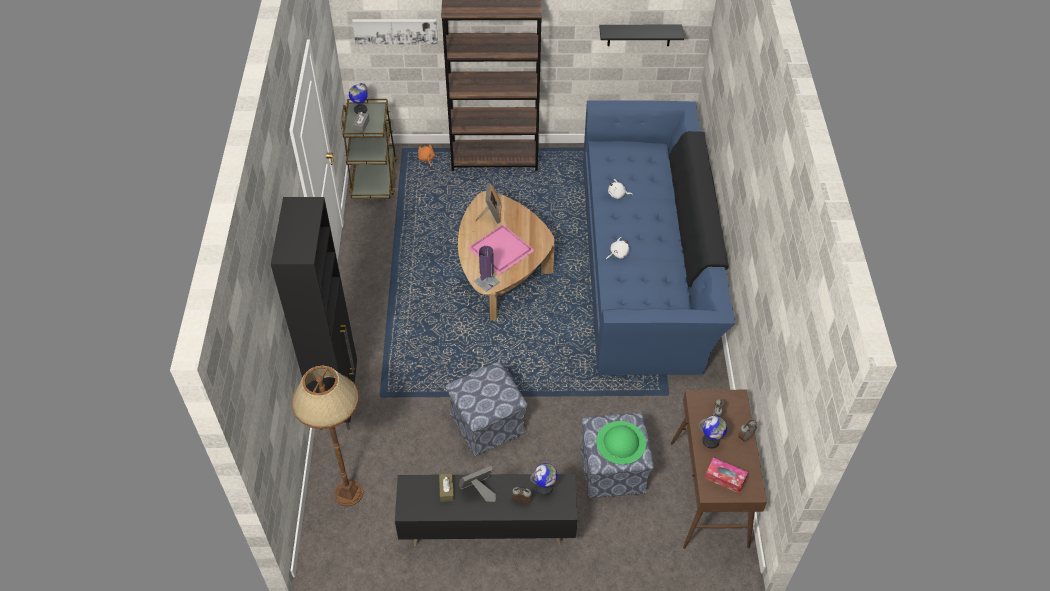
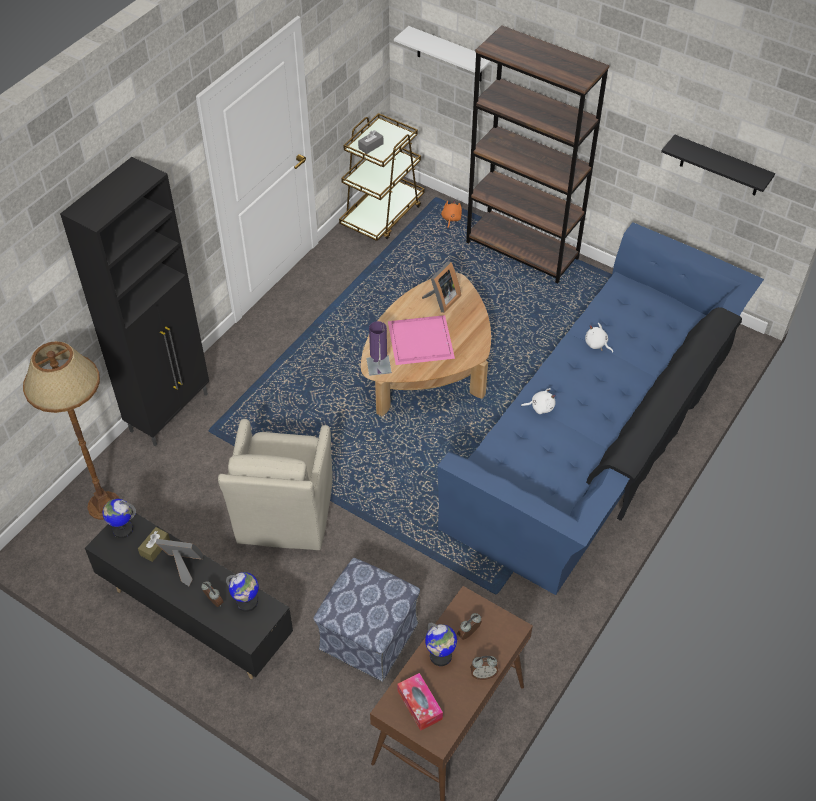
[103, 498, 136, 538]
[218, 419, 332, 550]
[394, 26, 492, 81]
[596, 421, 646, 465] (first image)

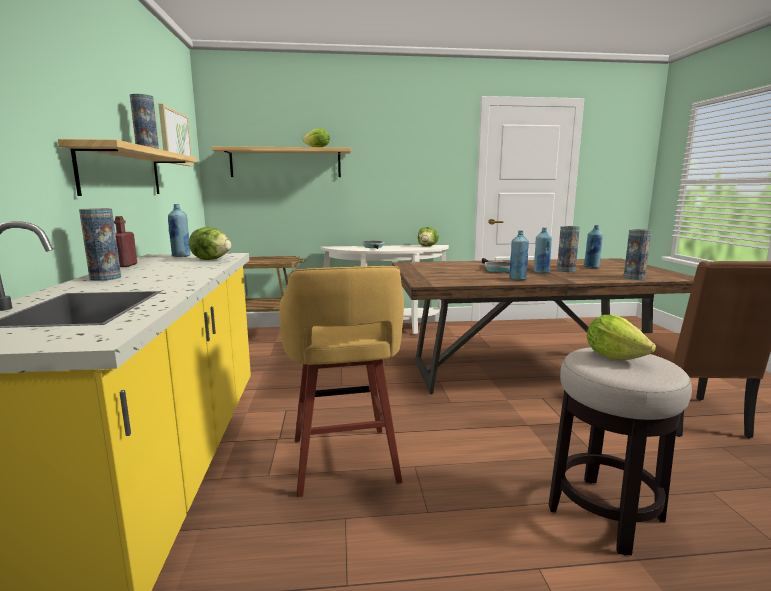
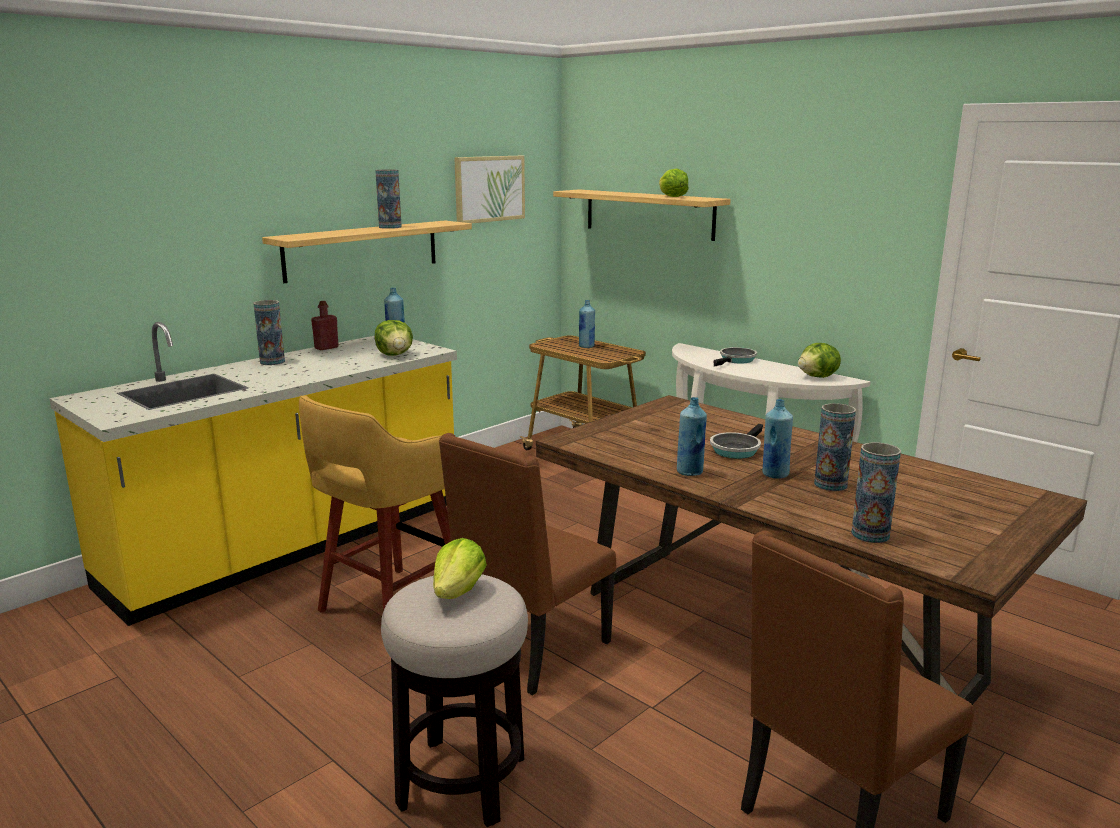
[439, 433, 616, 695]
[579, 300, 595, 348]

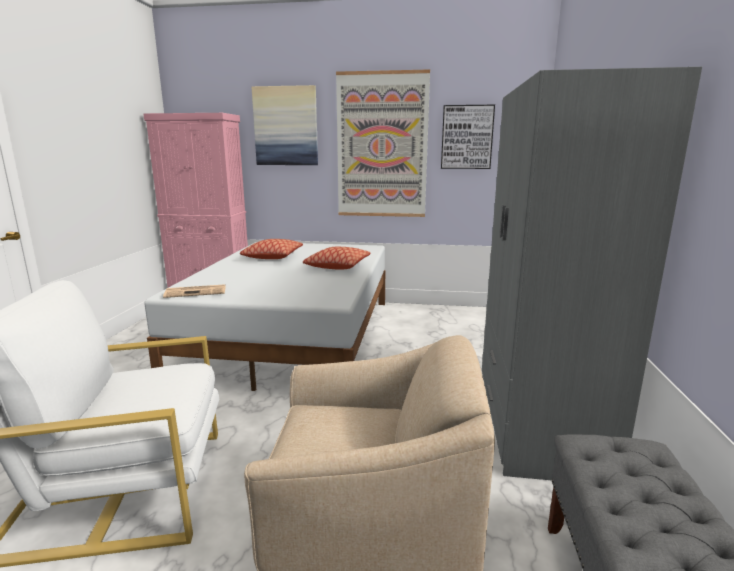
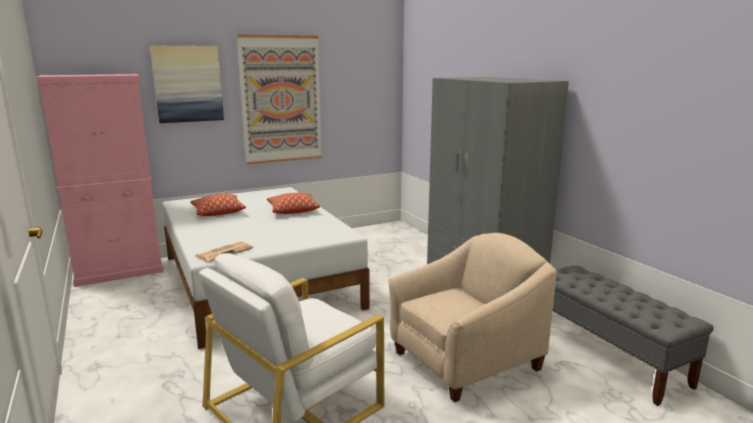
[441, 105, 495, 169] (first image)

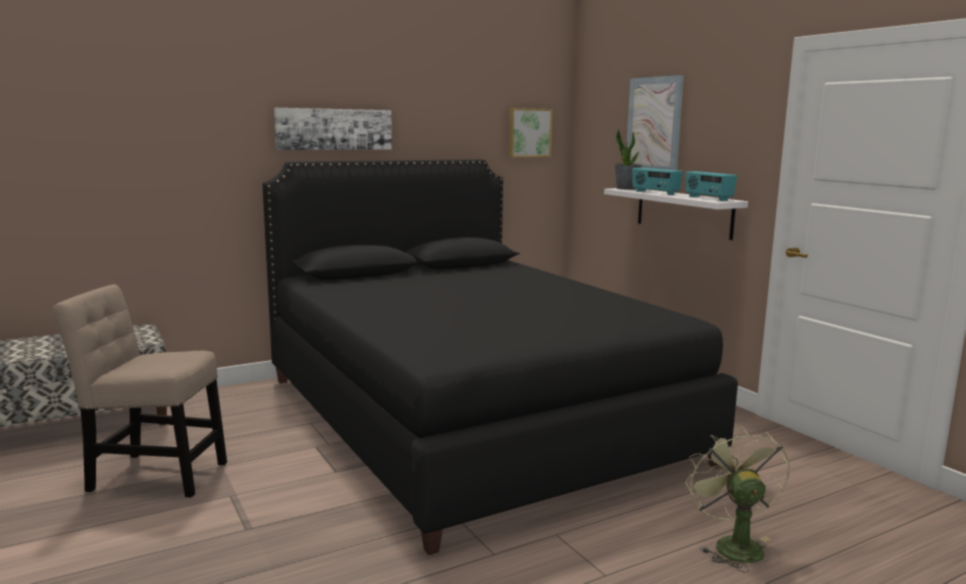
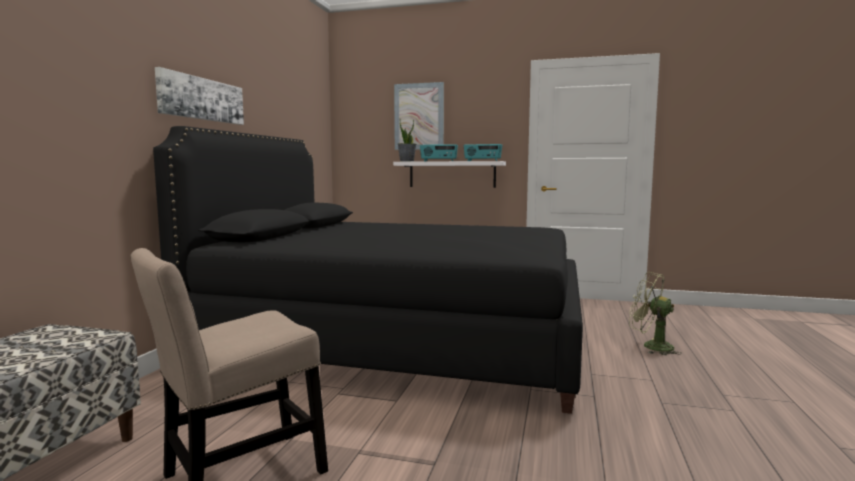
[509, 108, 553, 157] (first image)

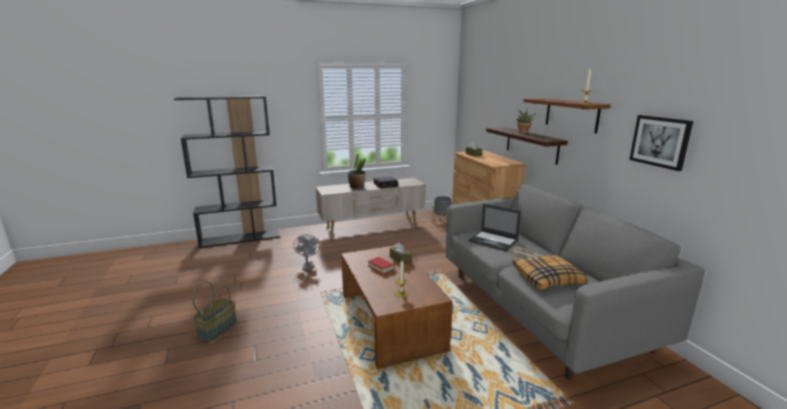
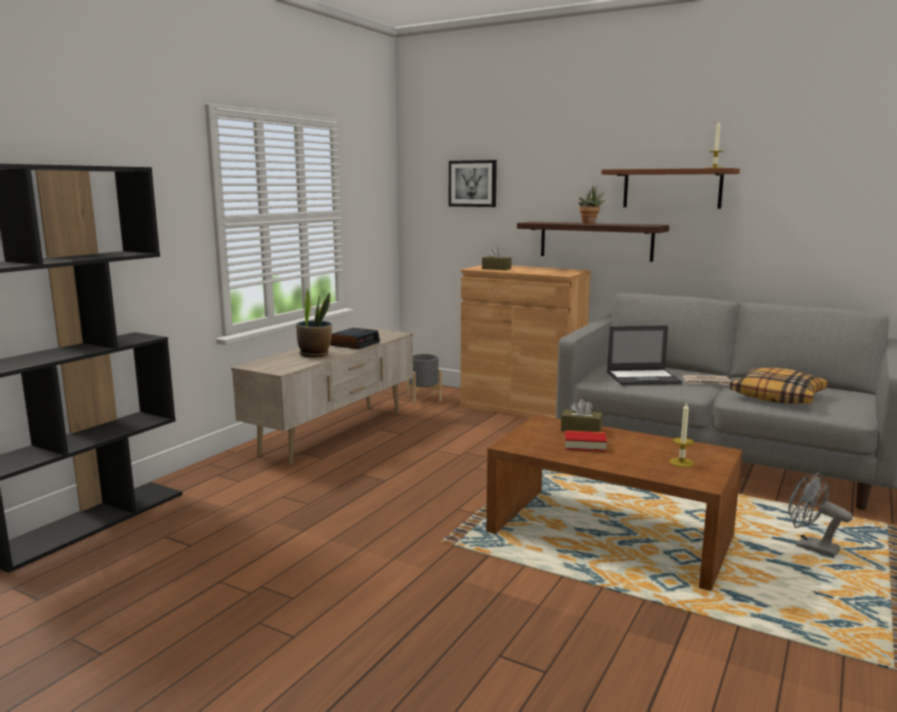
[449, 160, 497, 207]
[788, 472, 853, 558]
[192, 281, 237, 342] (first image)

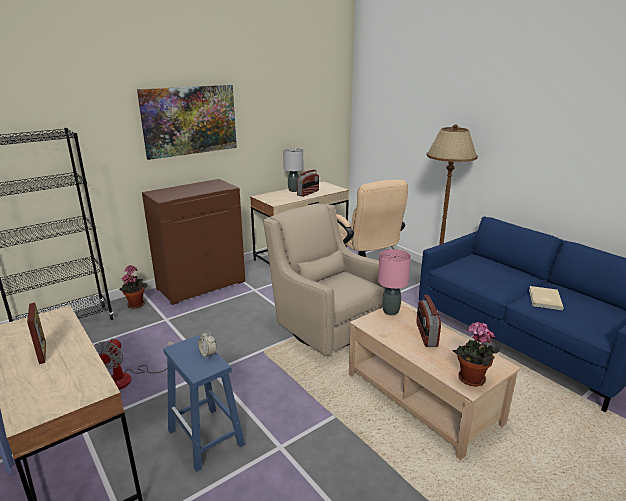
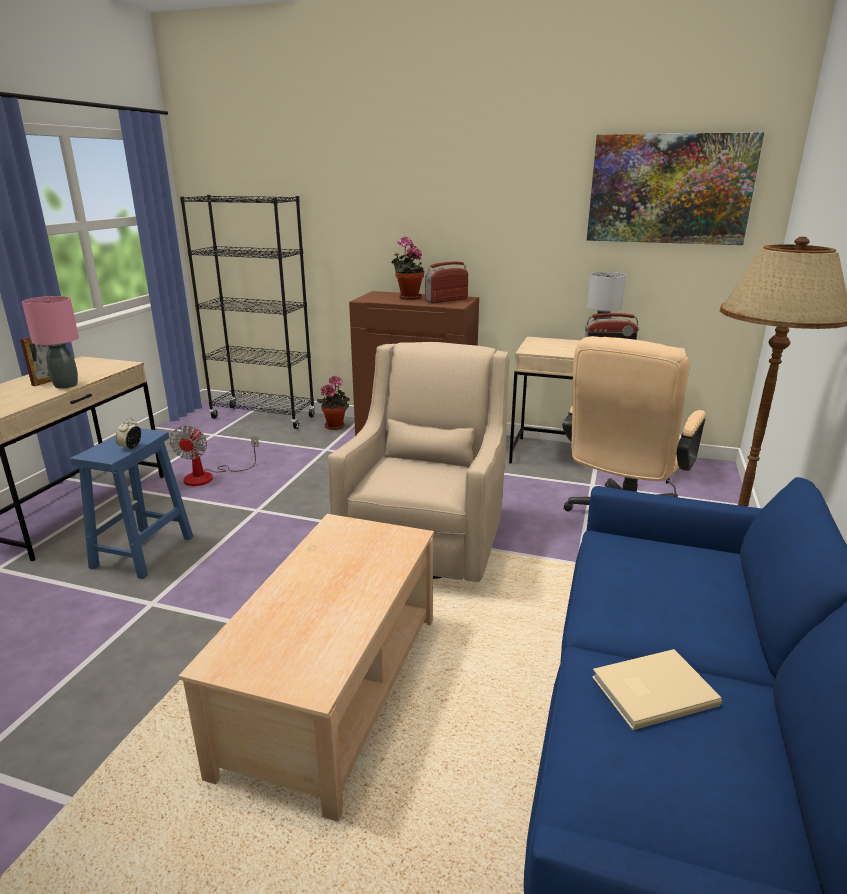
[22, 296, 79, 389]
[170, 426, 259, 486]
[391, 237, 424, 300]
[425, 262, 468, 303]
[587, 132, 764, 245]

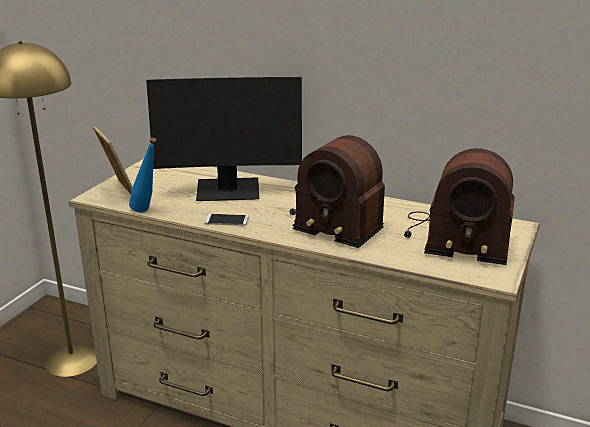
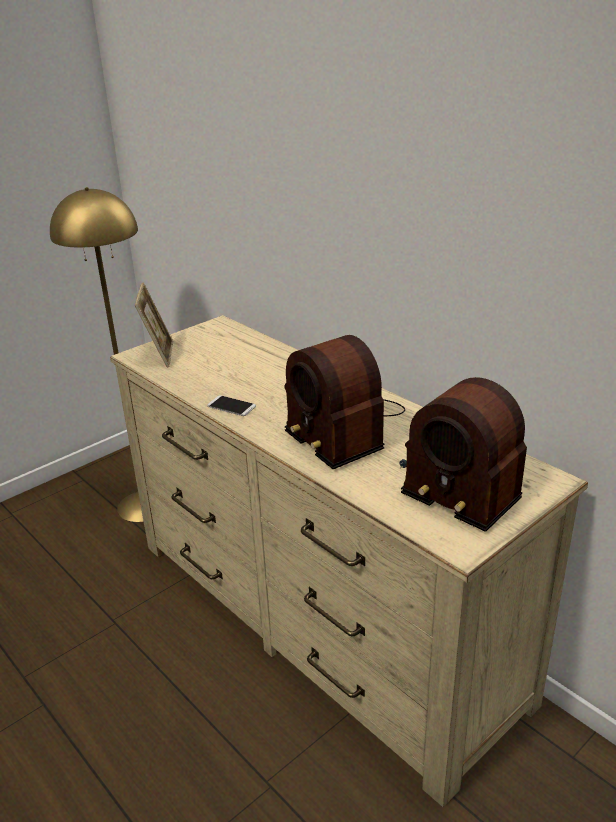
[129, 138, 156, 212] (first image)
[146, 77, 302, 201] (first image)

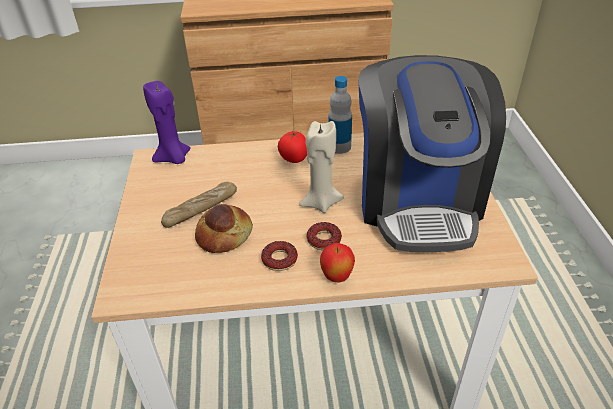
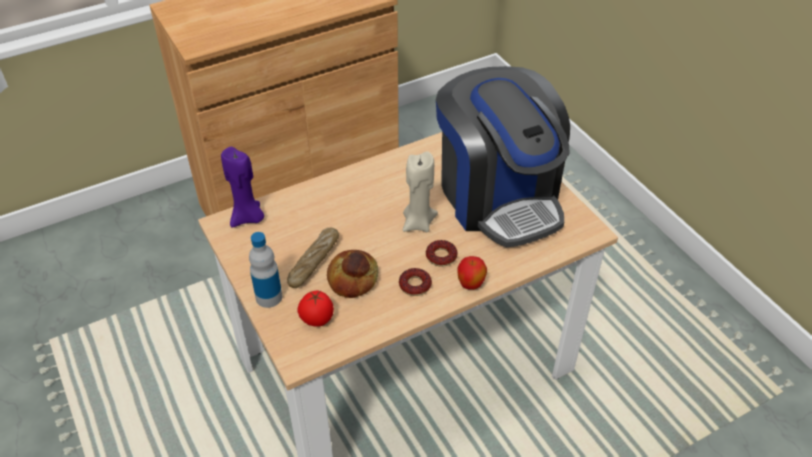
[249, 232, 282, 308]
[298, 291, 334, 327]

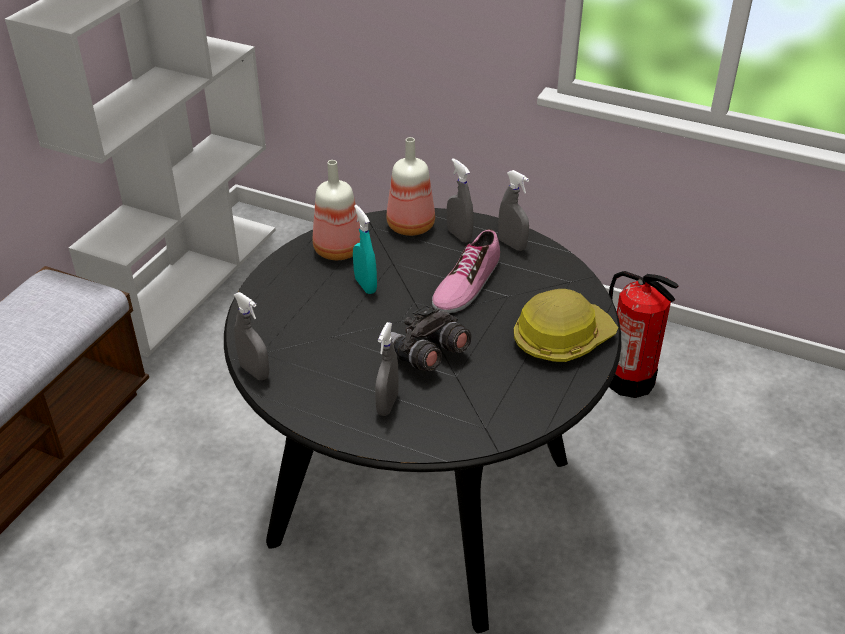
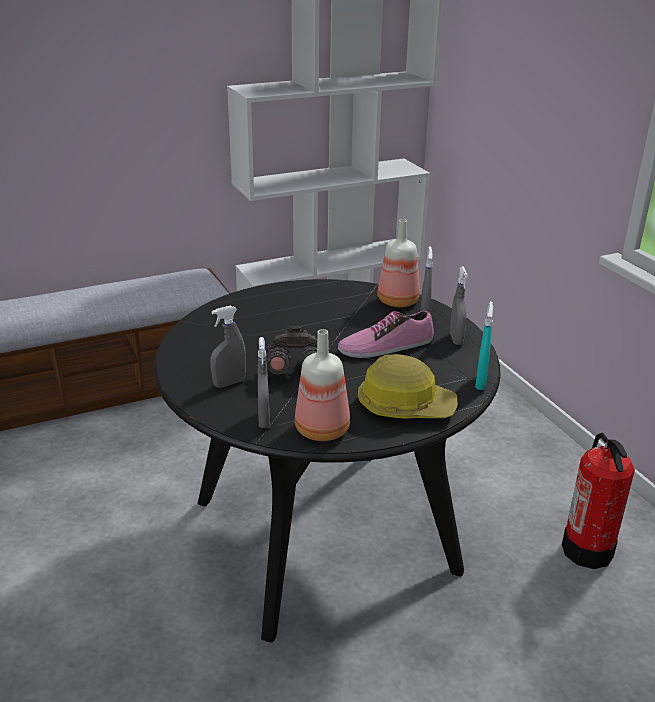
[258, 337, 270, 428]
[295, 329, 350, 441]
[475, 301, 493, 390]

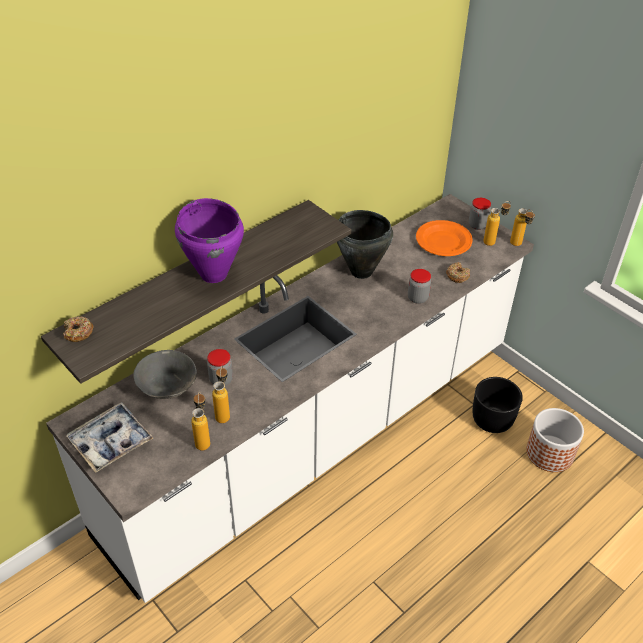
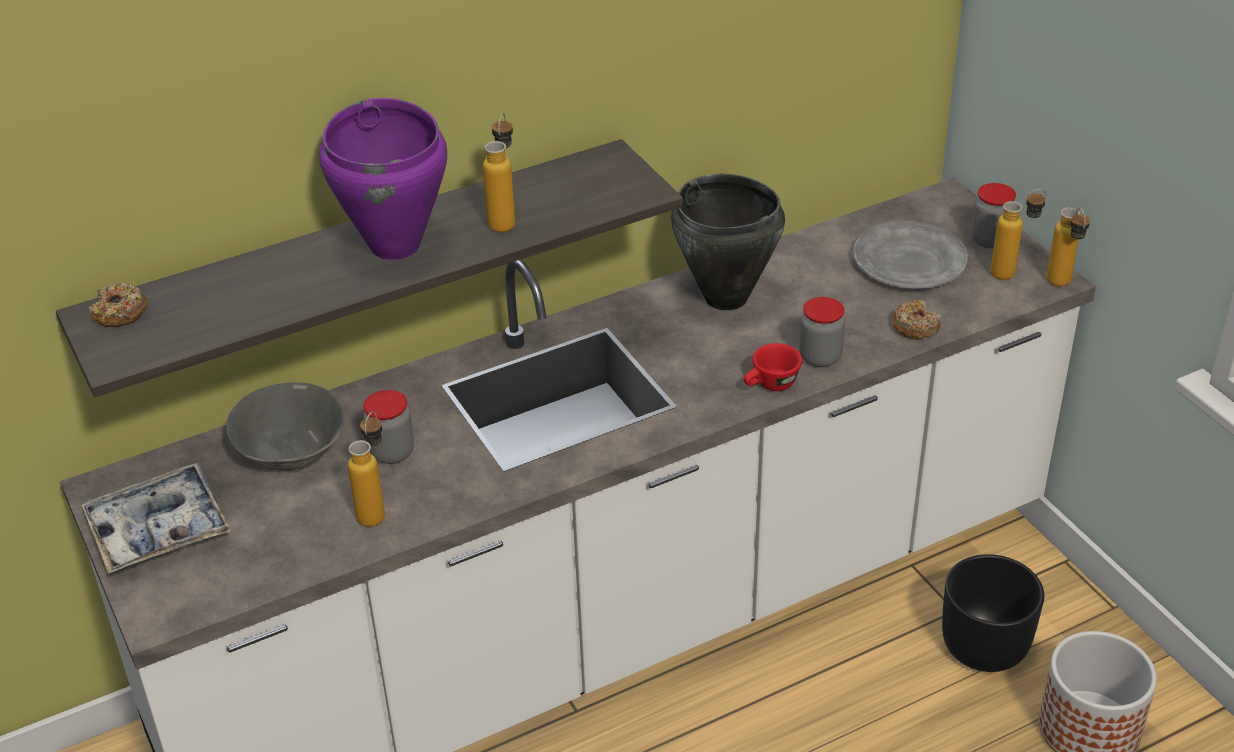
[483, 113, 515, 232]
[744, 343, 802, 391]
[853, 221, 968, 289]

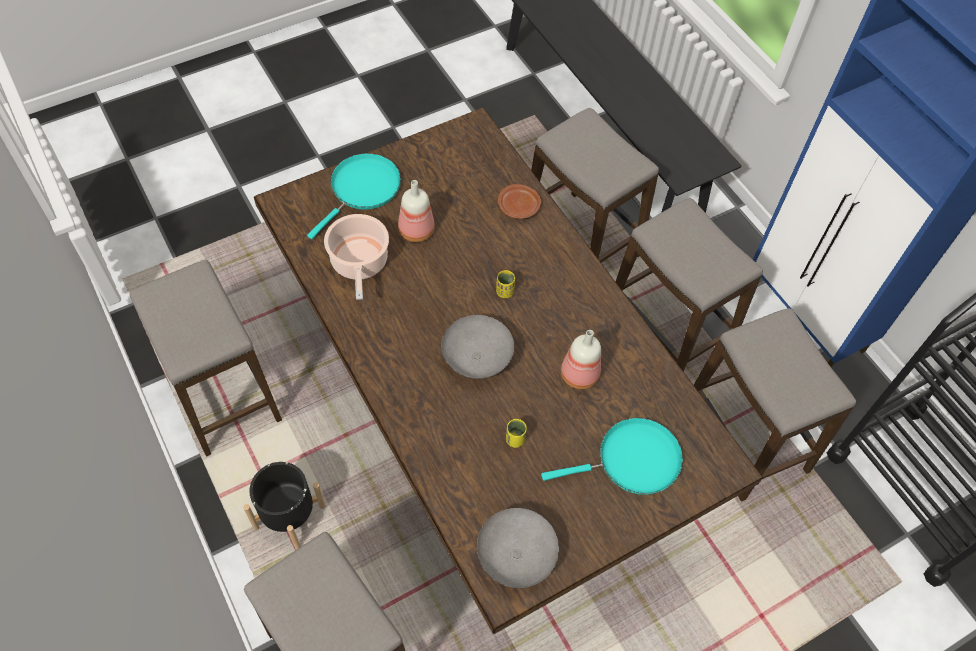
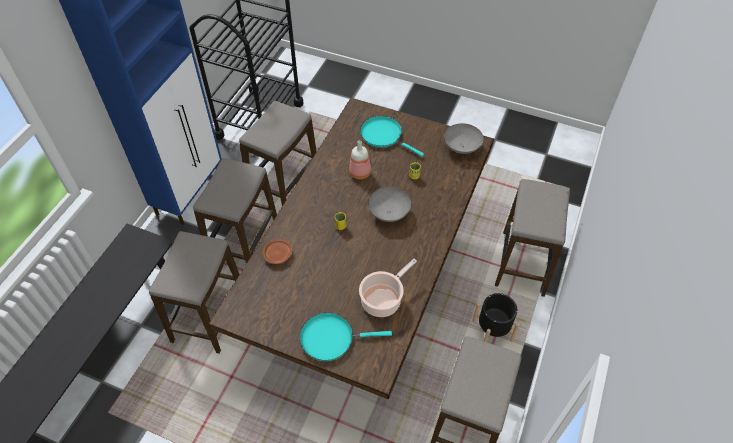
[398, 180, 435, 242] (first image)

